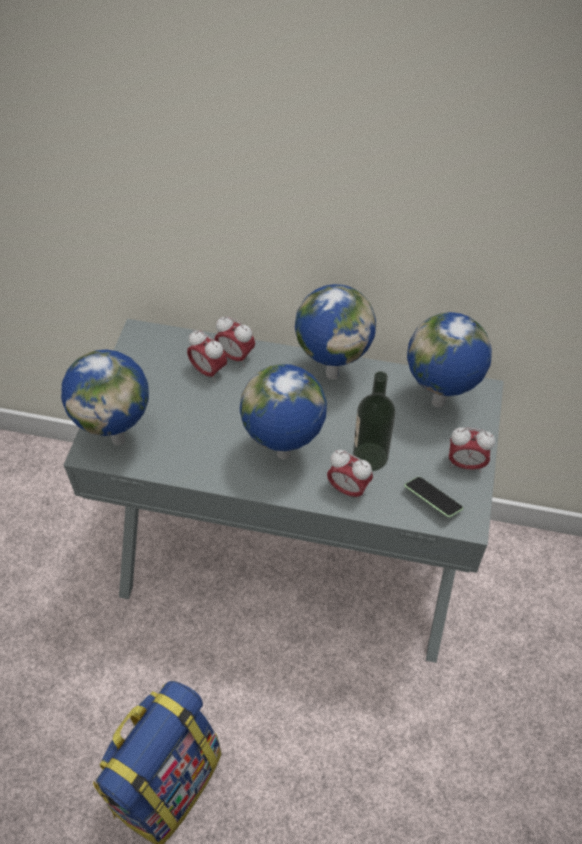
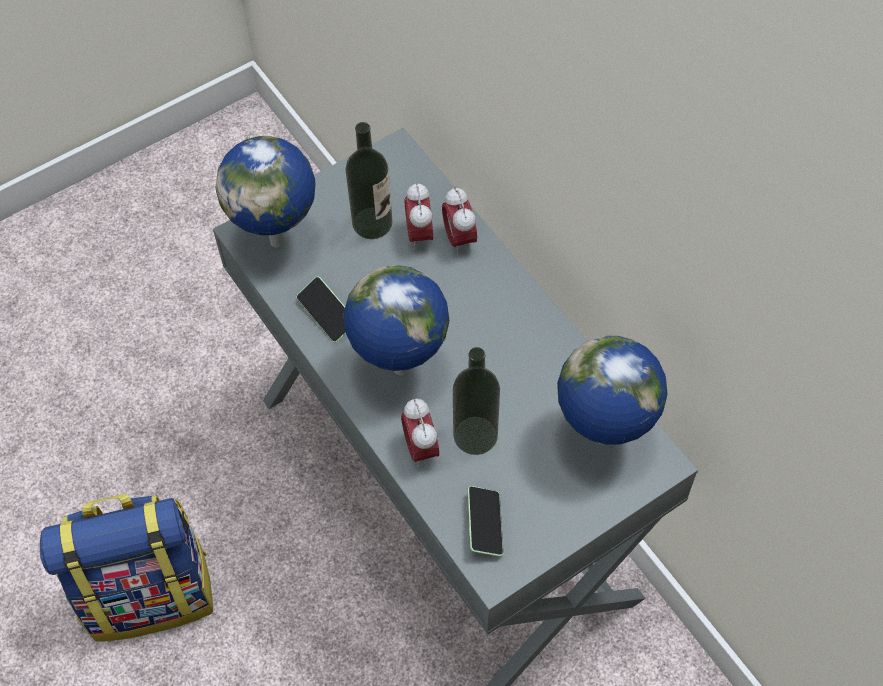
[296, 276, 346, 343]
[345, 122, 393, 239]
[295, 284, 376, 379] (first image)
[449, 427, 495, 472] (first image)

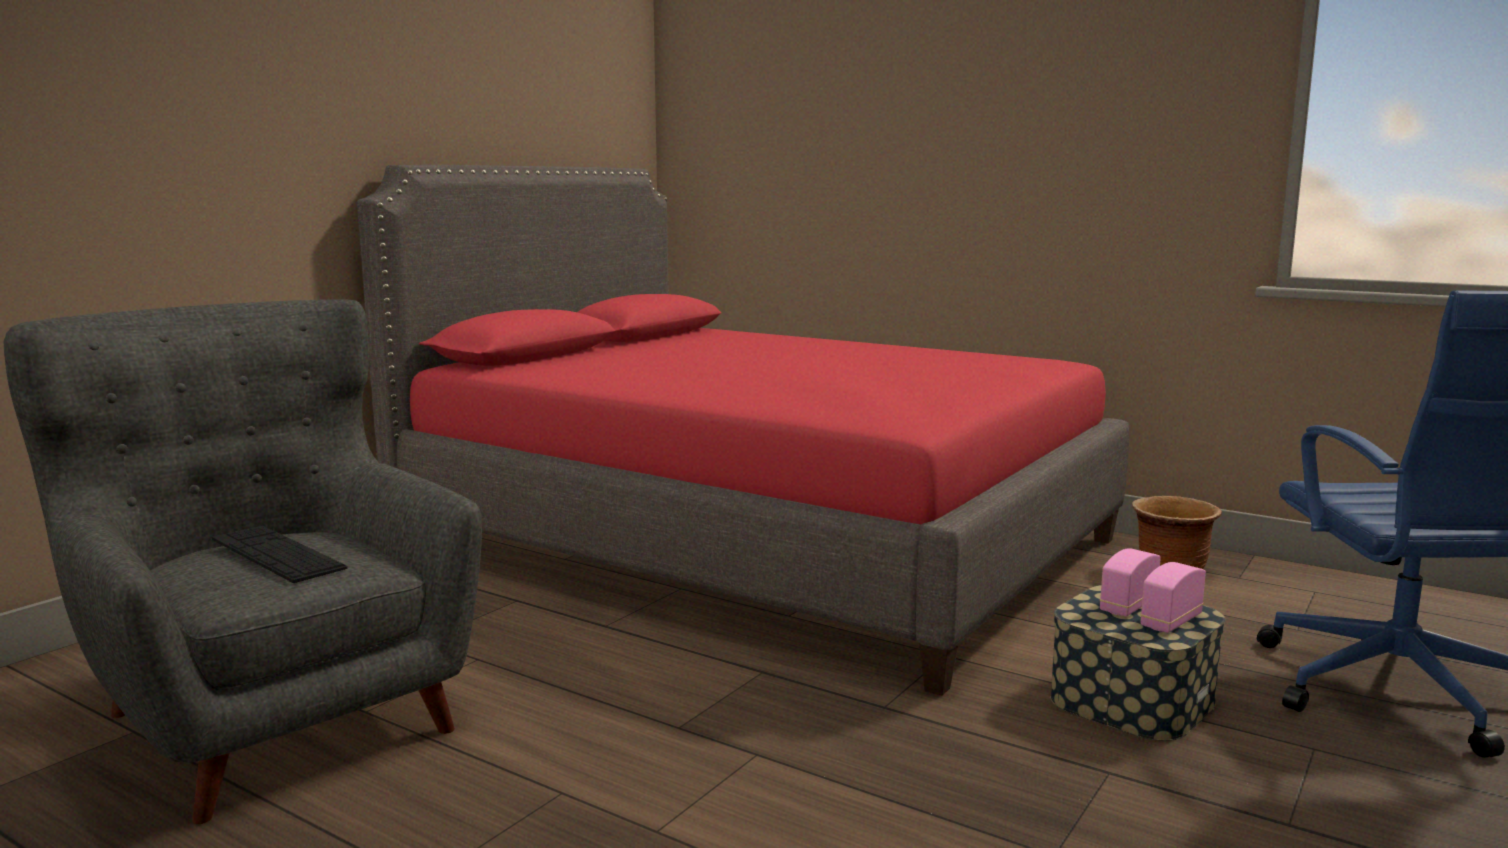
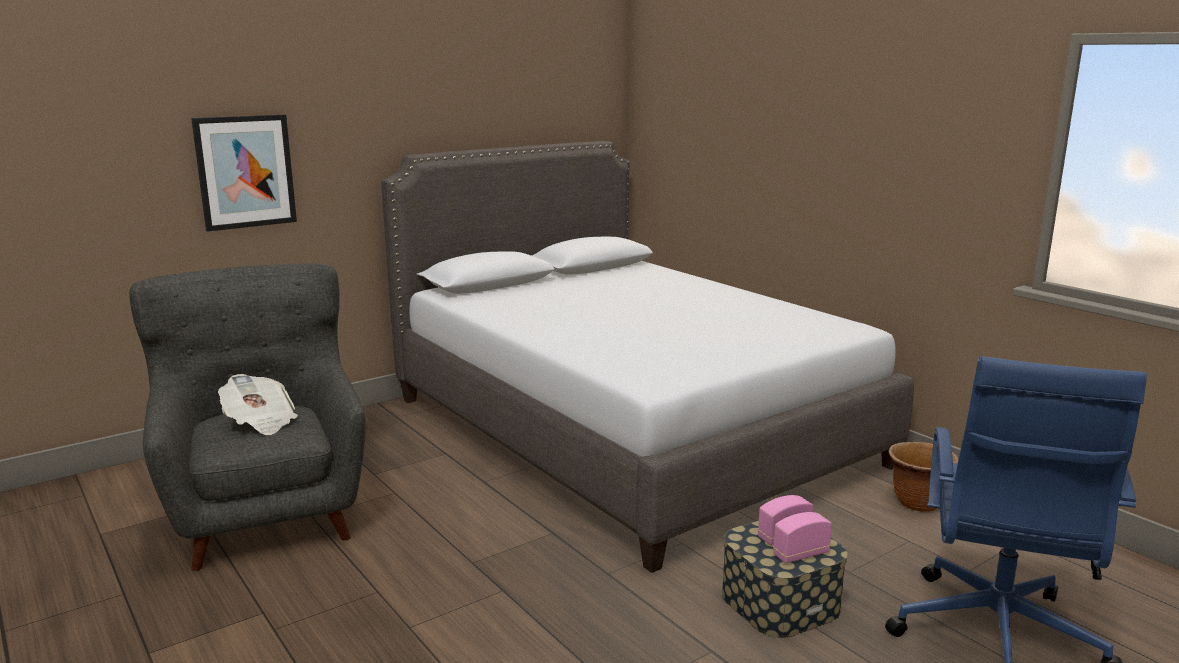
[191, 114, 297, 232]
[218, 374, 298, 435]
[381, 141, 914, 573]

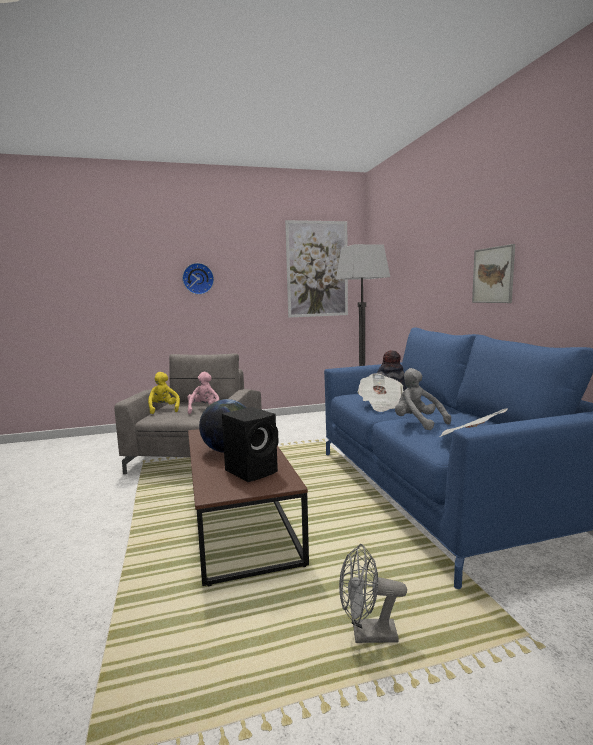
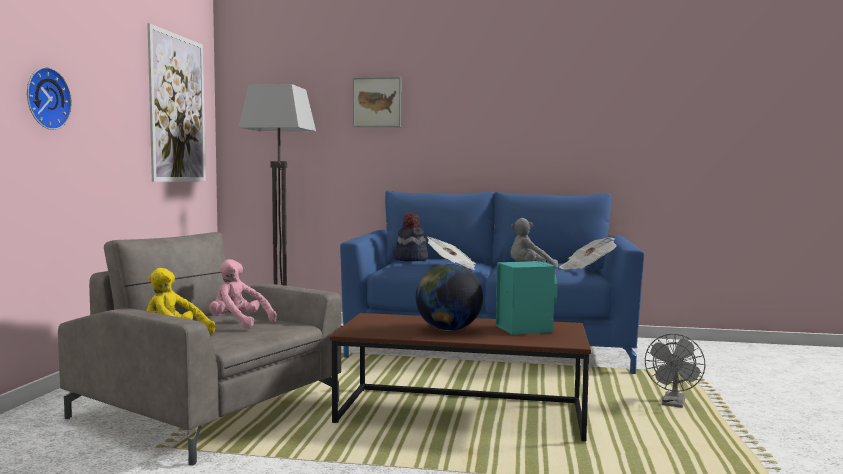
[353, 77, 401, 127]
[496, 261, 558, 335]

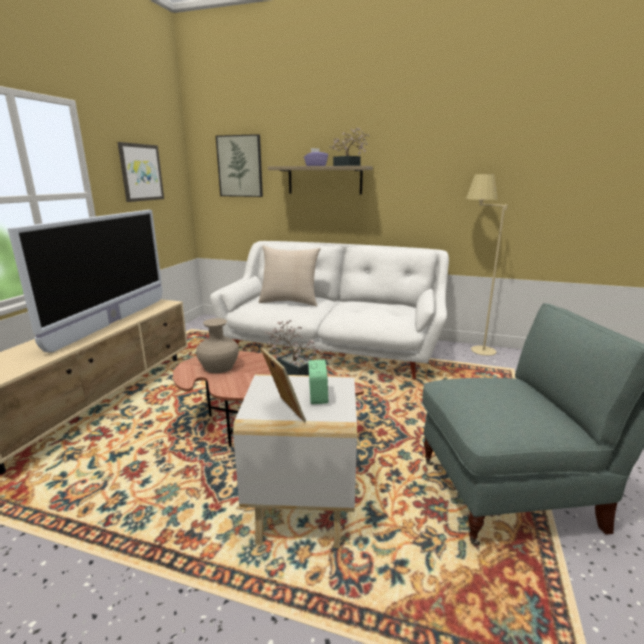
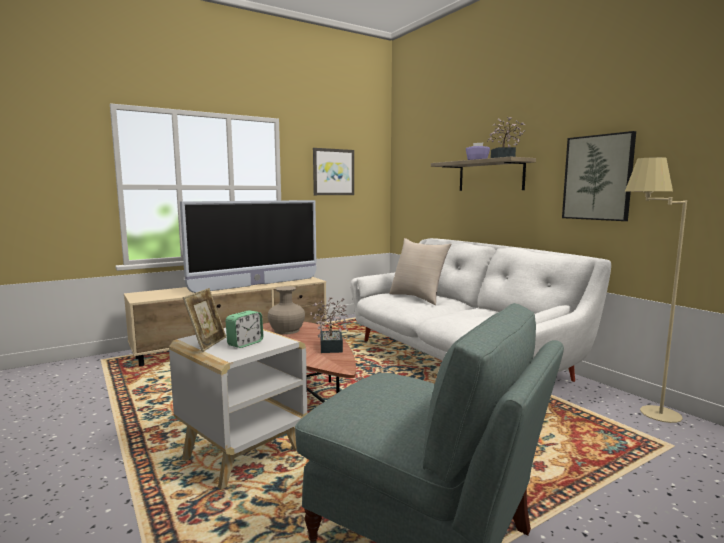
[562, 131, 636, 221]

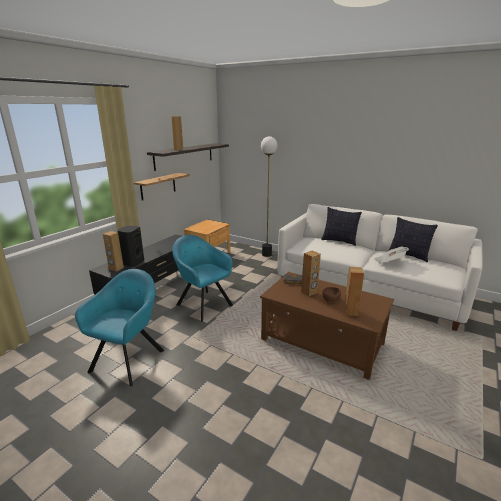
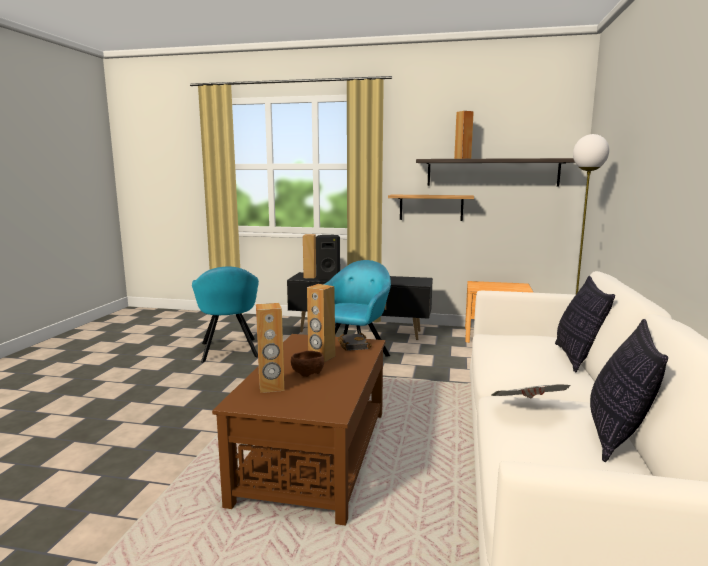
[192, 267, 259, 363]

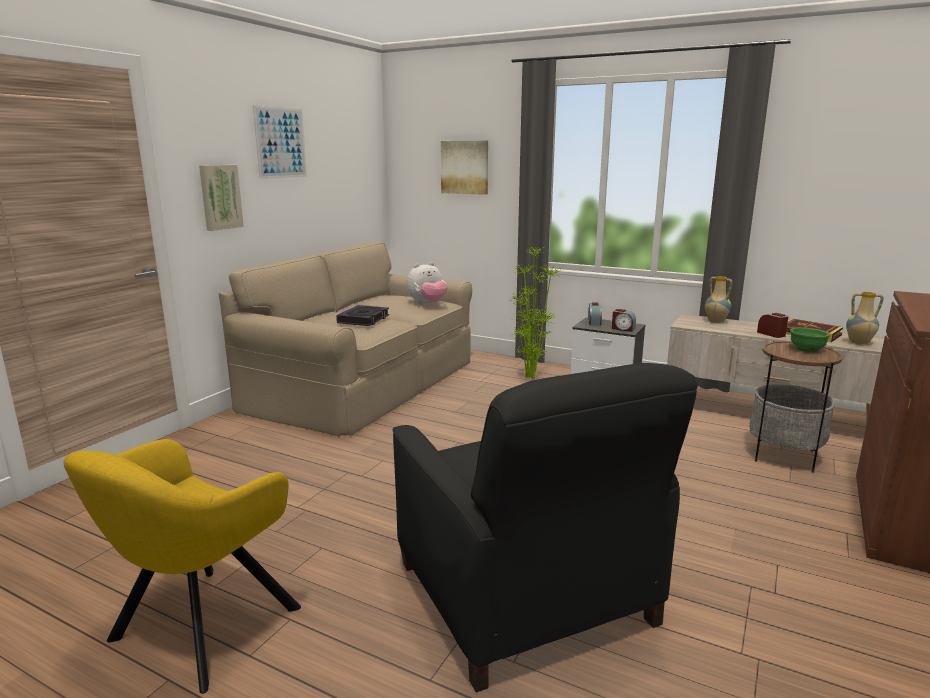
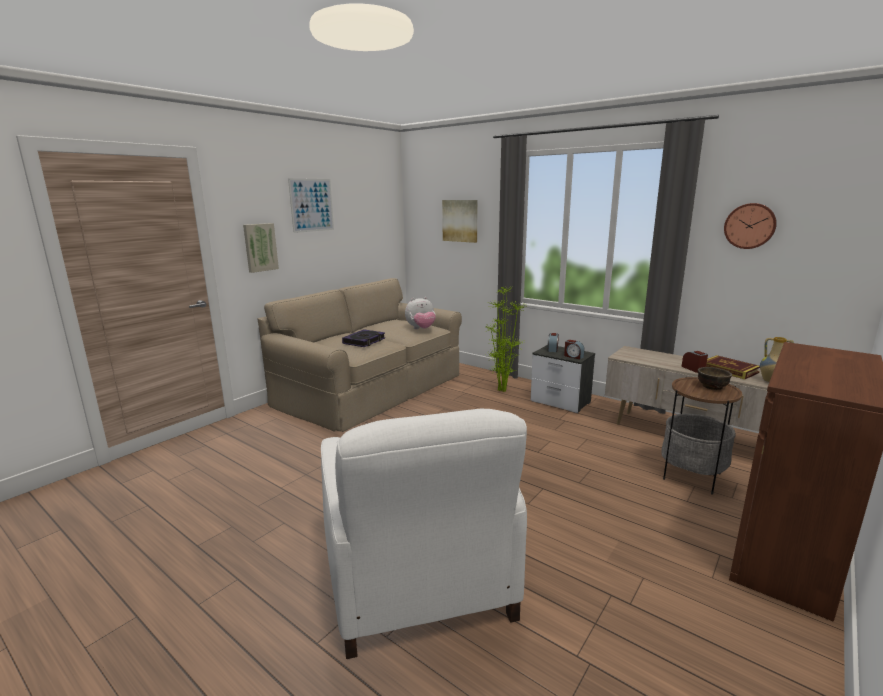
[321, 409, 527, 659]
[698, 367, 732, 390]
[724, 203, 777, 249]
[63, 439, 301, 694] (first image)
[705, 276, 732, 323] (first image)

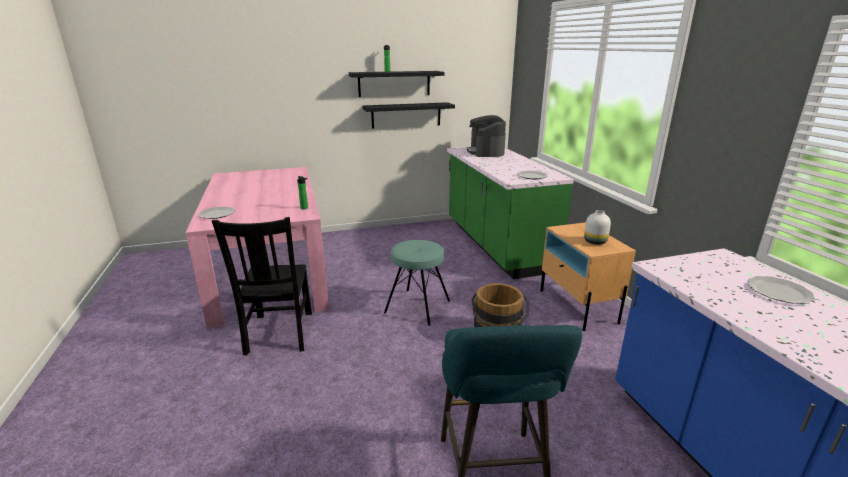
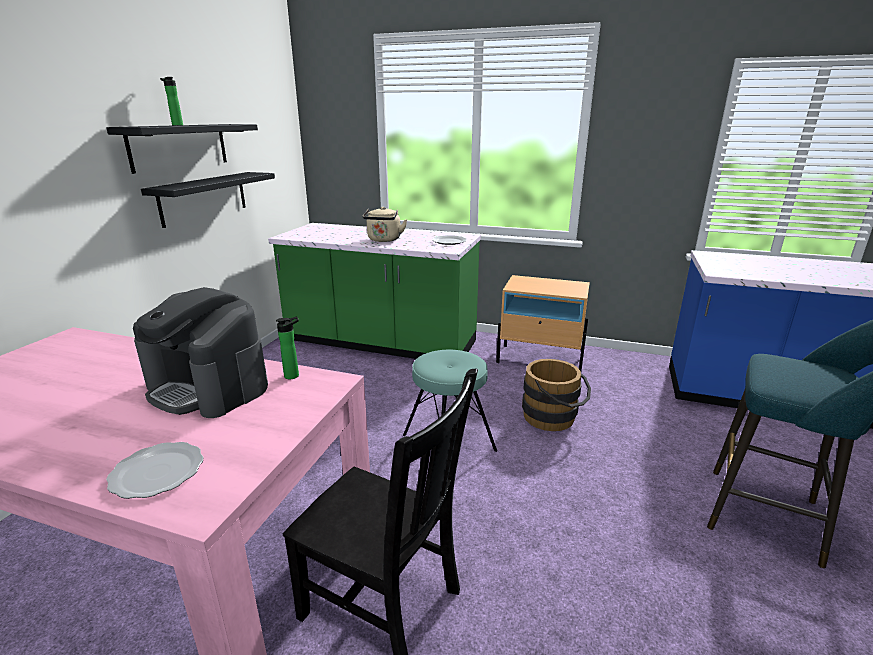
[133, 287, 268, 418]
[363, 207, 407, 242]
[584, 210, 611, 245] (first image)
[747, 276, 815, 304] (first image)

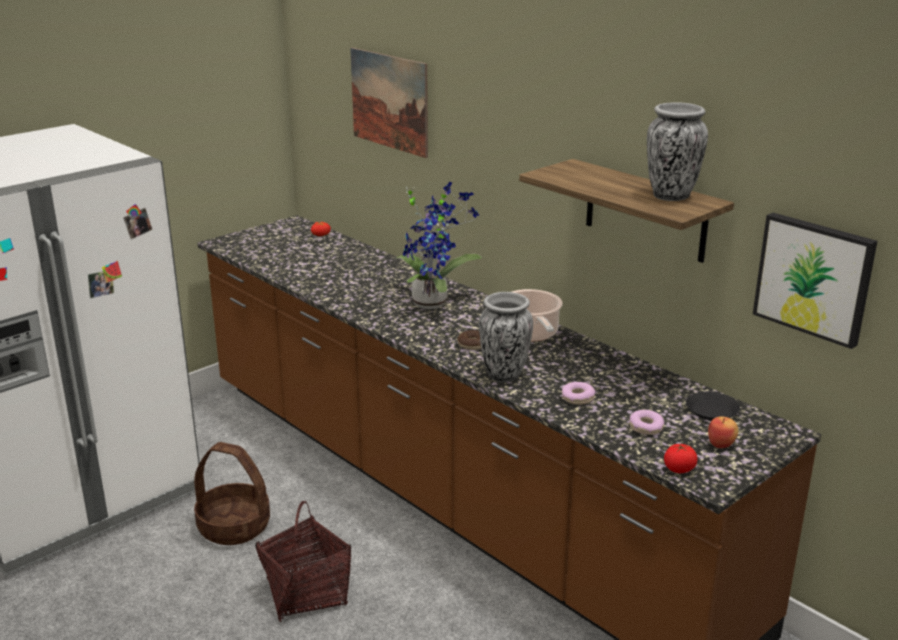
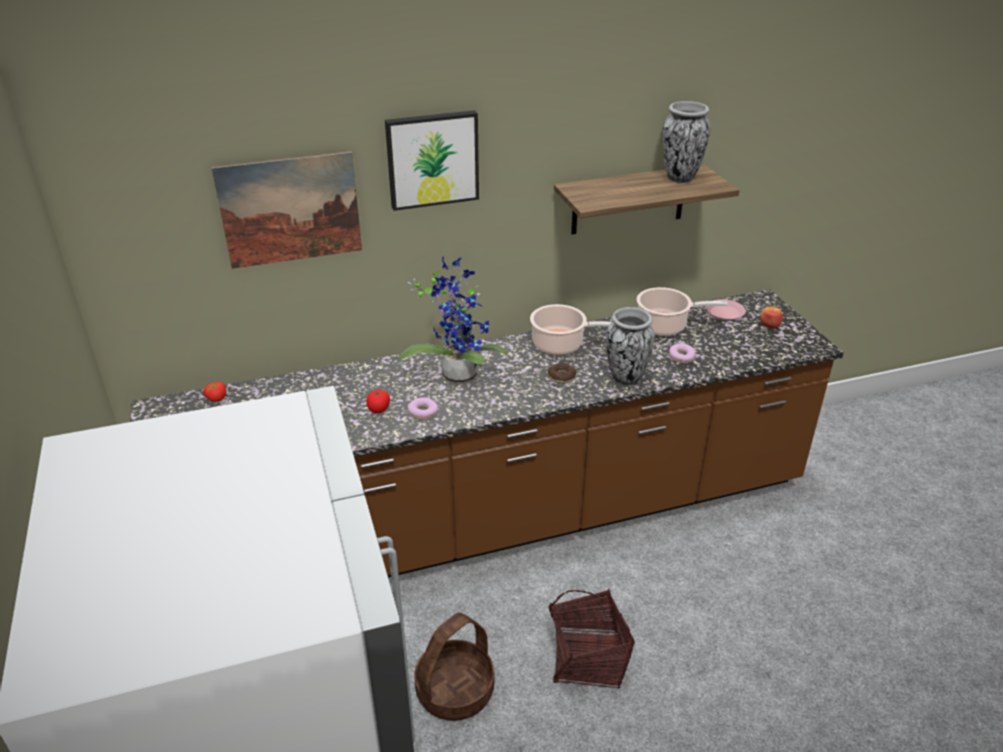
[366, 390, 390, 413]
[385, 110, 479, 211]
[408, 397, 438, 420]
[636, 287, 728, 336]
[706, 299, 746, 321]

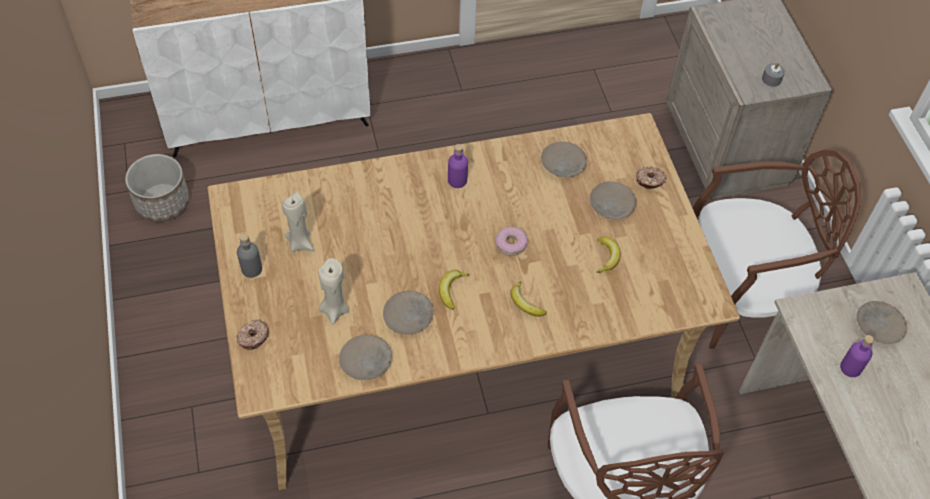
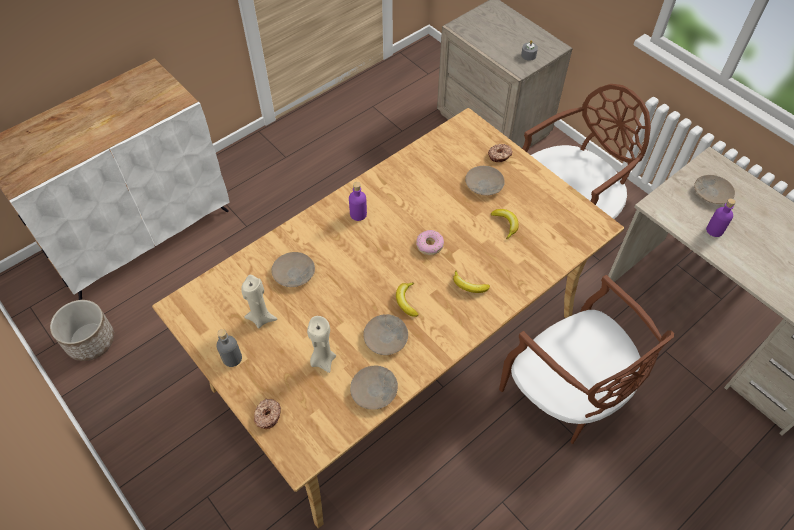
[271, 252, 315, 287]

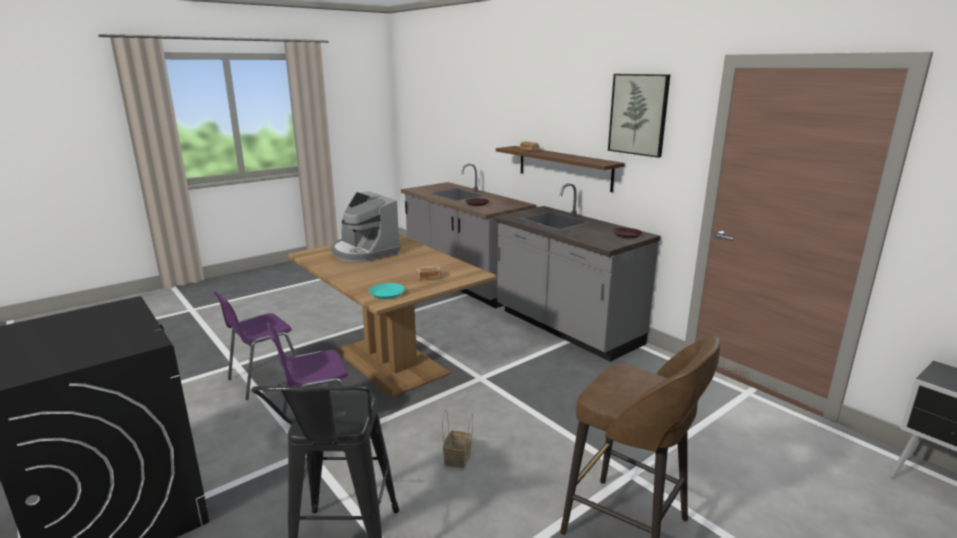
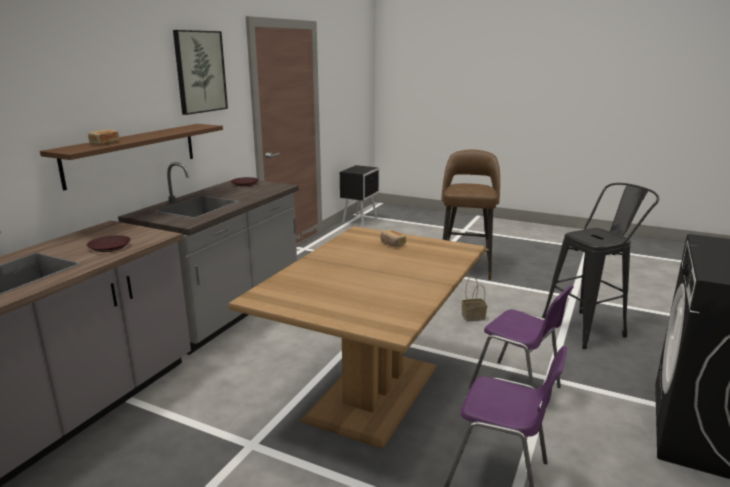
[331, 191, 401, 263] (first image)
[369, 283, 405, 299] (first image)

